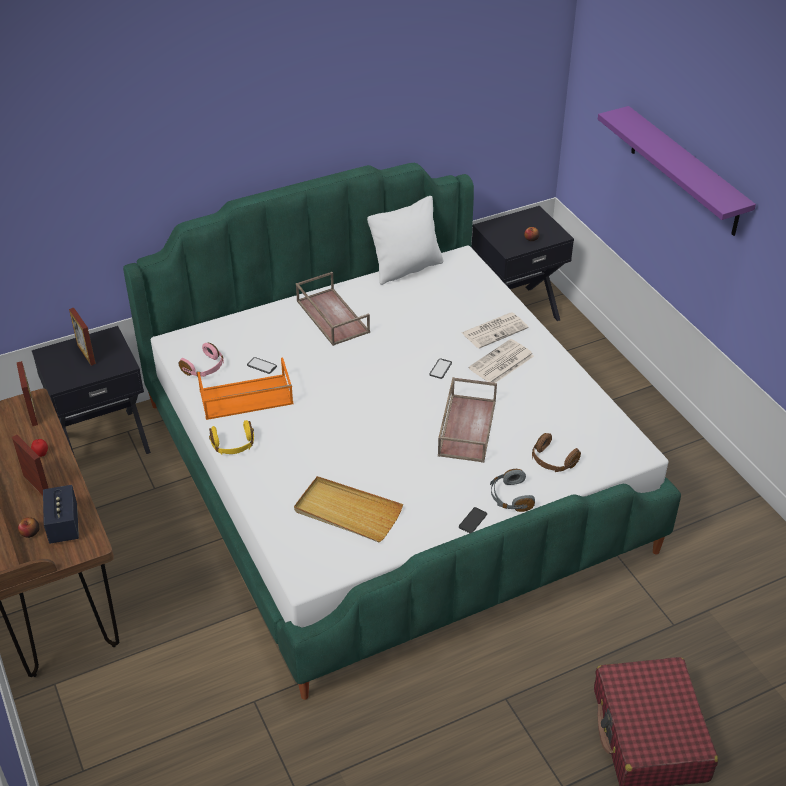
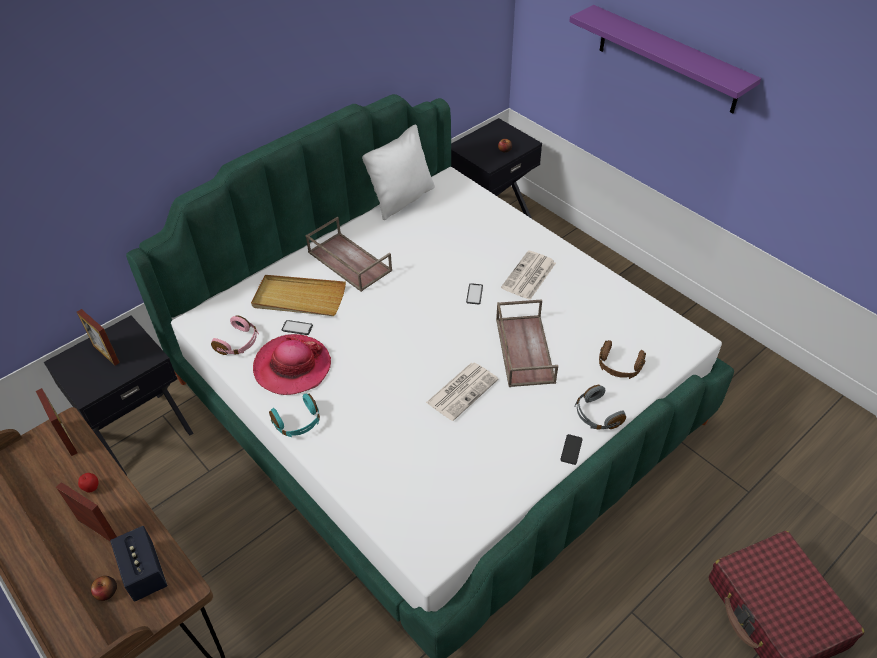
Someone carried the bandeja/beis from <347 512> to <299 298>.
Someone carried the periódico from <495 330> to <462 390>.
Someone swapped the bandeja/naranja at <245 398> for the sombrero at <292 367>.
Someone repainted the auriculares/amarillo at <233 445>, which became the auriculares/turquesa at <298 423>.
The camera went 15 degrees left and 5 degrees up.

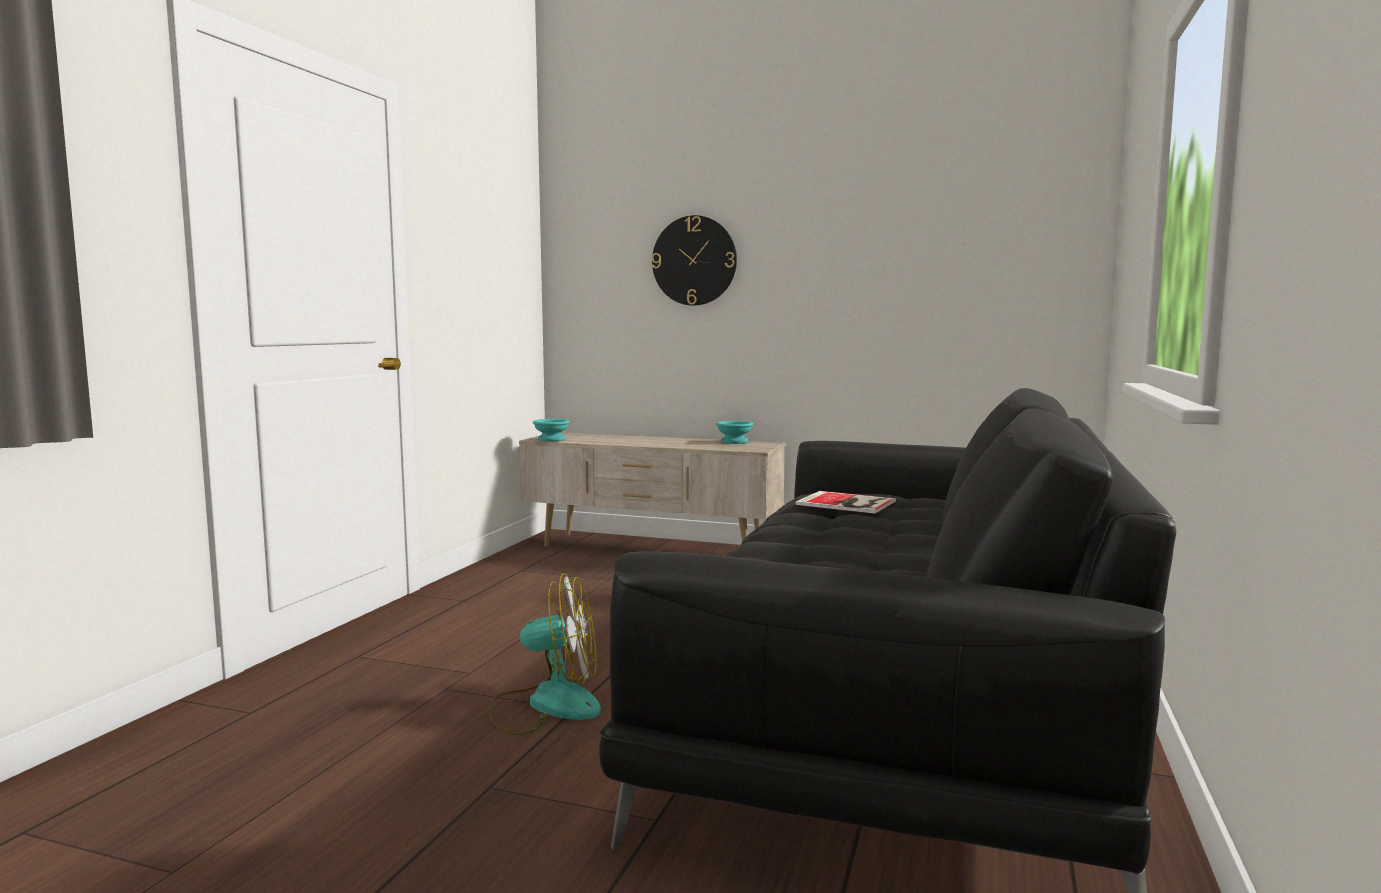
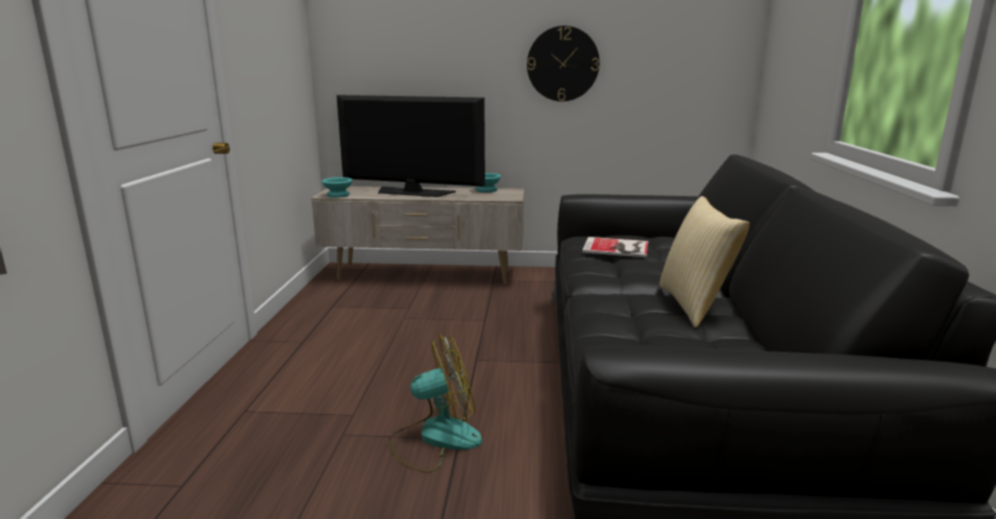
Someone put down the televisor at <413 192>.
Someone put down the cojín at <695 305>.
Someone carried the reloj de pared from <694 261> to <562 64>.
The camera went 15 degrees left and 10 degrees up.

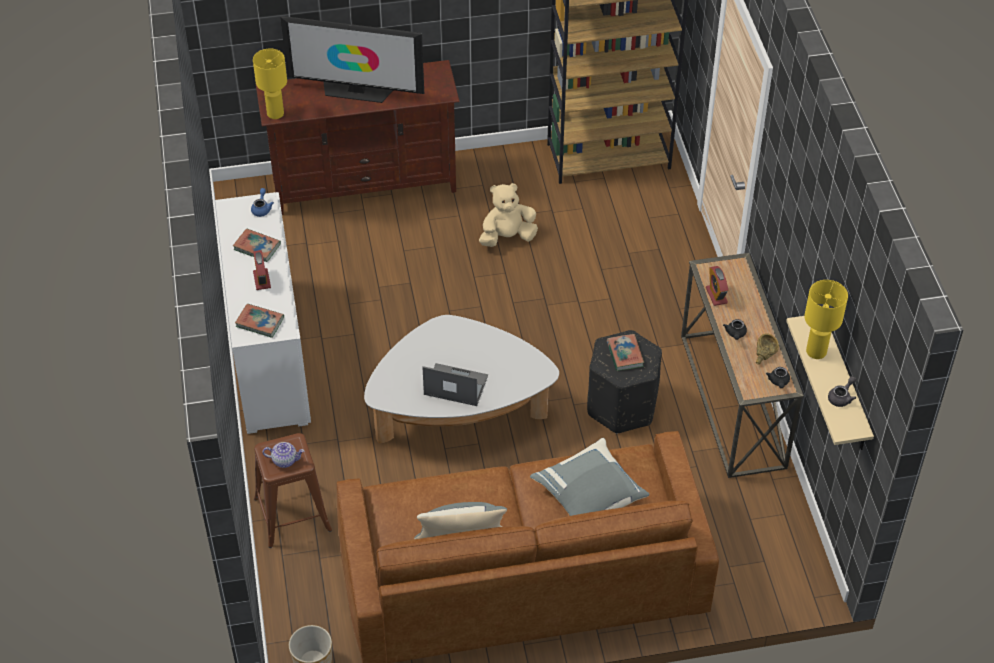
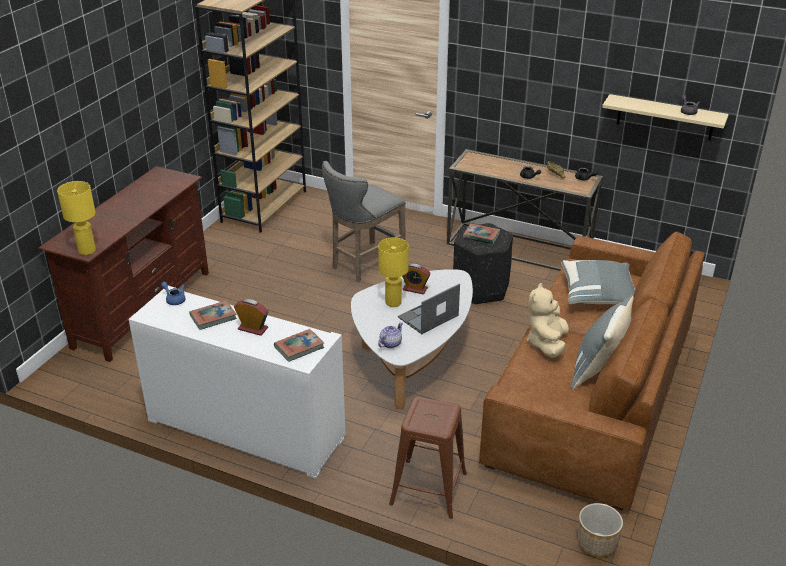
Someone took away the televisor at <356 91>.
Someone put down the taburete/gris at <364 264>.
Someone carried the tetera from <285 460> to <390 343>.
Someone carried the peluche/beis from <507 237> to <547 344>.
Someone carried the despertador from <716 295> to <415 289>.
Someone carried the lámpara de mesa/amarillo from <816 351> to <392 302>.
The camera went 55 degrees left and 15 degrees down.

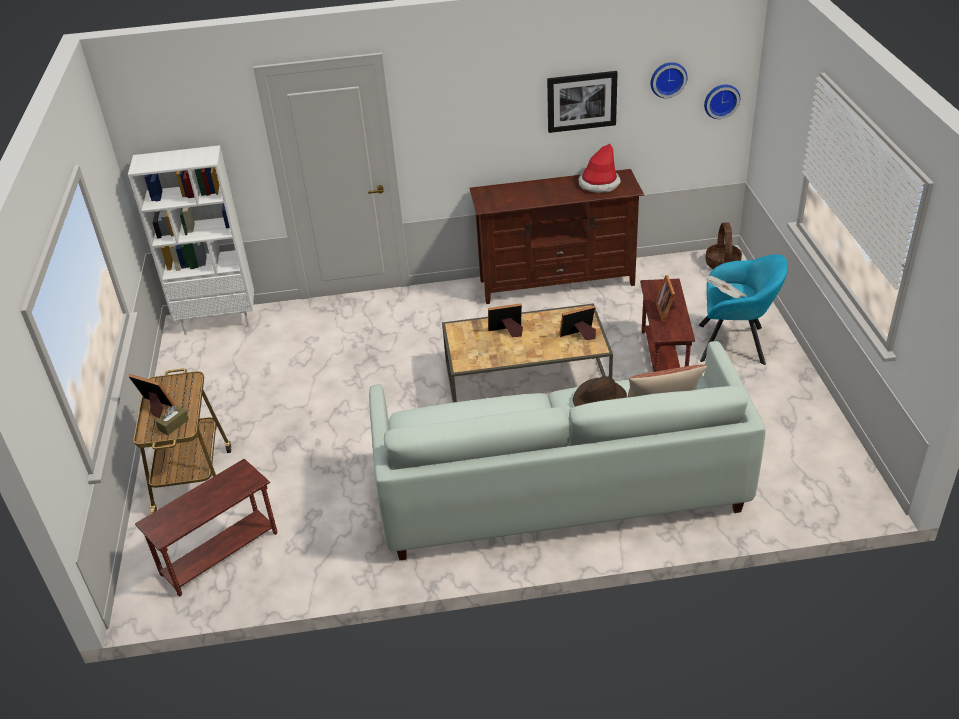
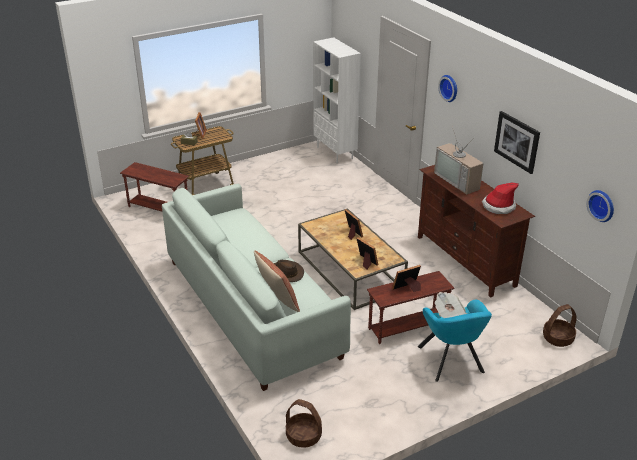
Someone put down the cesta at <303 436>.
Someone put down the televisor at <459 180>.
Someone carried the reloj de pared from <667 79> to <450 88>.
The camera went 65 degrees right and 5 degrees down.

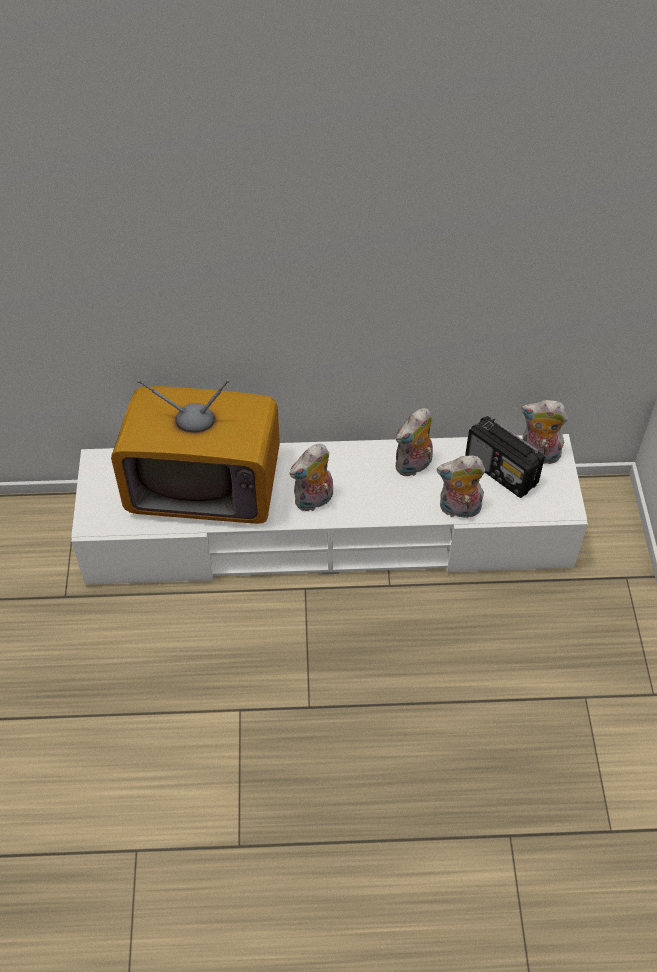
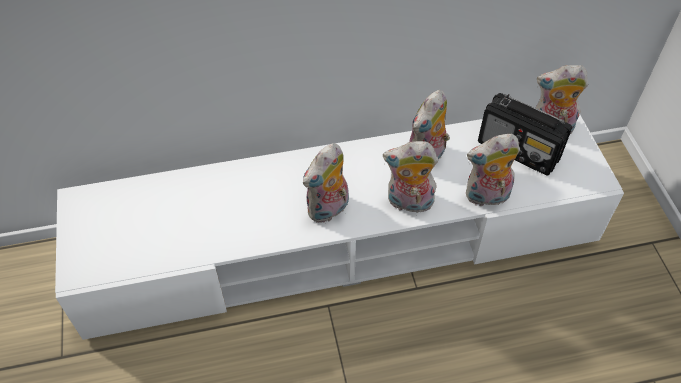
Someone took away the televisor at <204 486>.
Someone put down the peluche at <408 203>.
The camera went 10 degrees left and 0 degrees up.

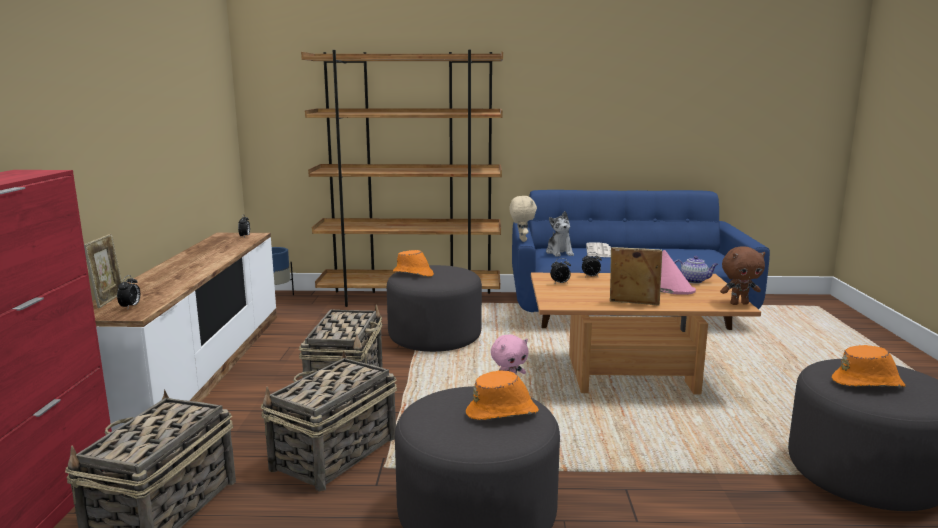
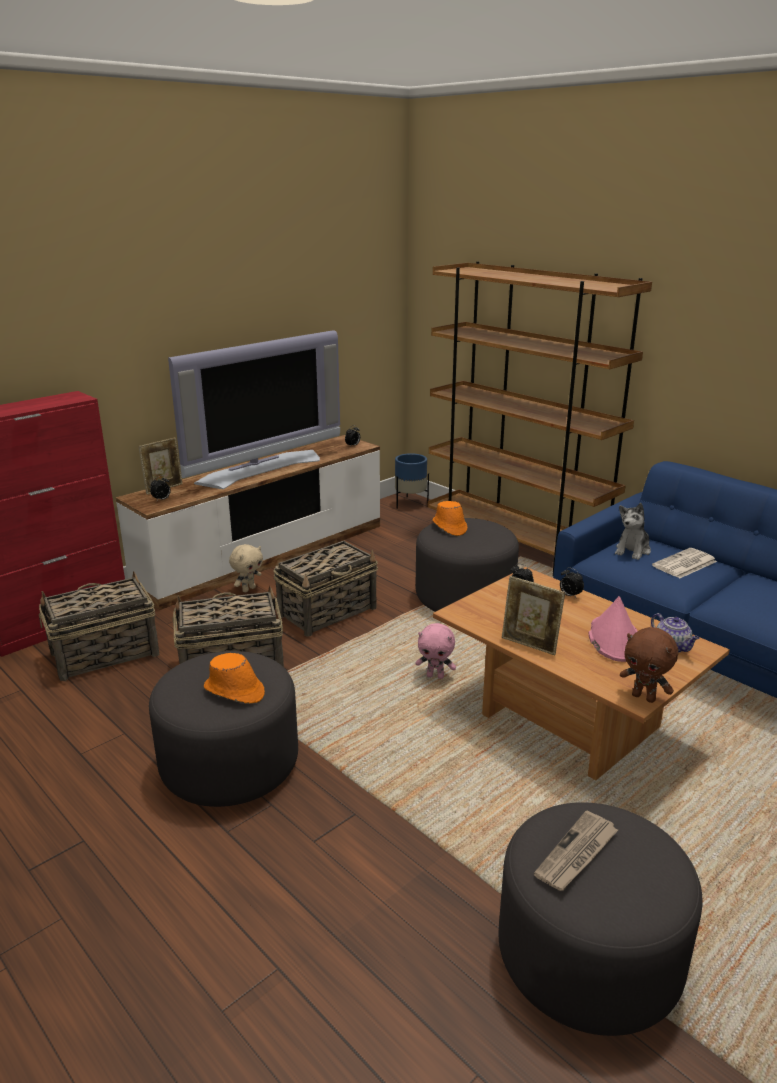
Someone put down the televisor at <261 468>.
Someone carried the peluche/beis from <521 240> to <248 589>.
Someone swapped the sombrero/naranja at <868 384> for the periódico at <577 854>.
Someone rotated the portarretratos at <633 304> by 150 degrees clockwise.
The camera went 45 degrees right and 10 degrees up.

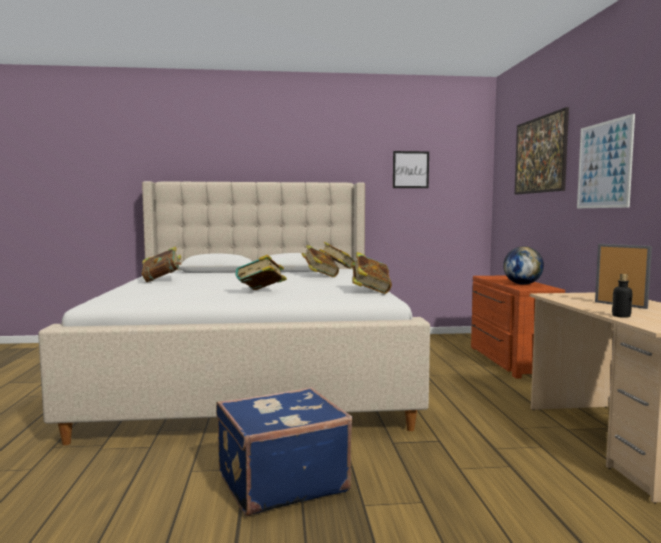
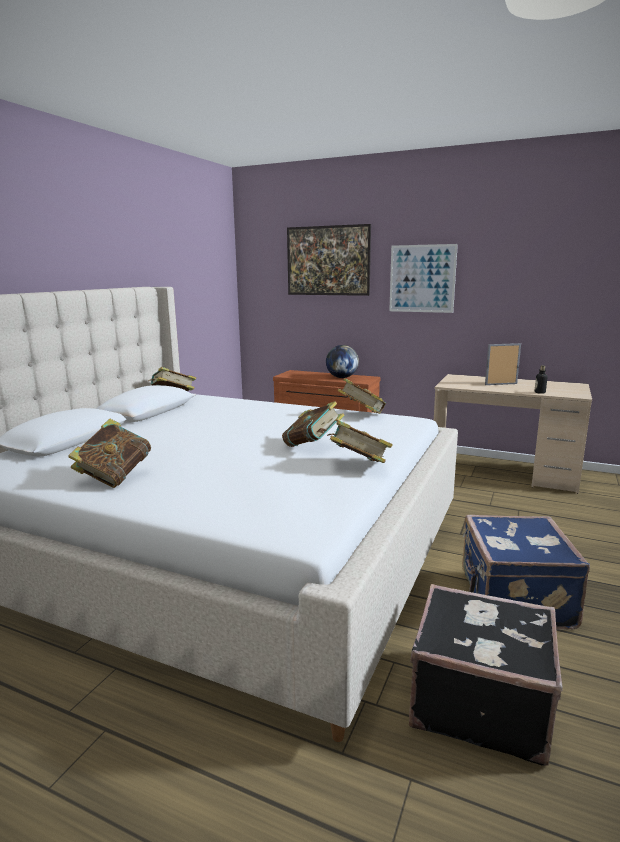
Someone took away the cuadro at <410 169>.
Someone put down the maleta/negro at <478 701>.
Someone carried the libro from <320 276> to <358 466>.
The camera went 60 degrees left and 10 degrees up.

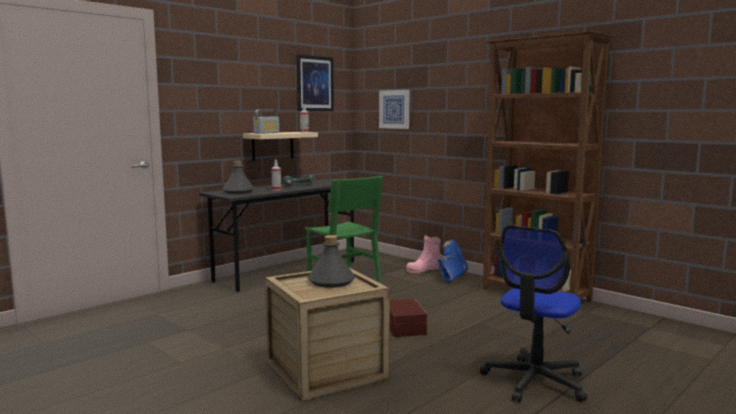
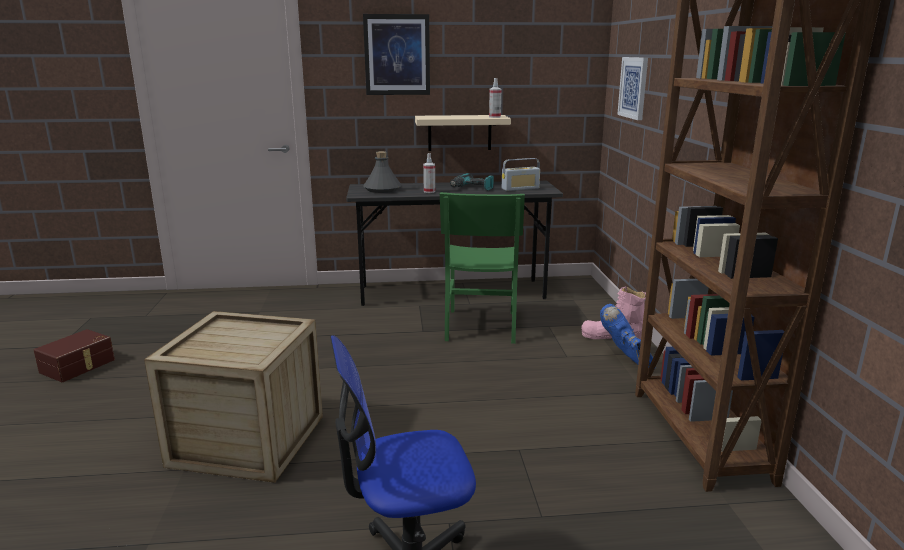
Someone took away the botella/gris at <331 281>.
Someone carried the radio from <266 133> to <520 188>.
Someone carried the cuadro from <314 84> to <397 55>.
Someone carried the caja de almacenaje/marrón from <406 327> to <78 366>.
Someone rotated the bota/azul at <451 277> by 90 degrees counterclockwise.
The camera went 40 degrees right and 10 degrees up.

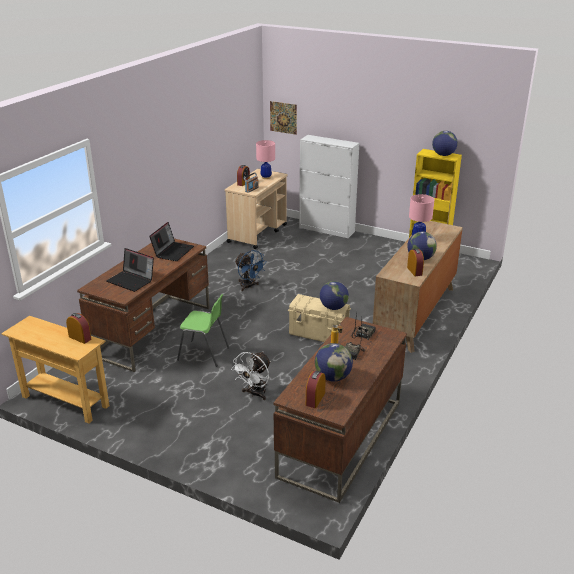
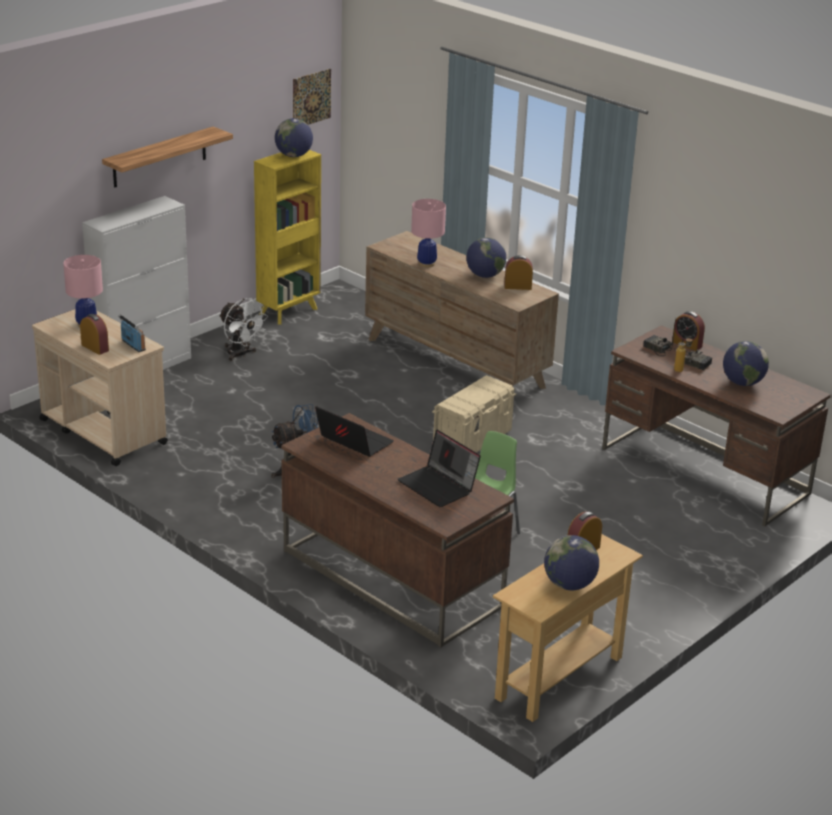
Someone put up the estante at <159 157>.
Someone carried the ventilador/blanco from <254 394> to <241 355>.
Someone carried the cuadro from <283 117> to <311 98>.
Someone carried the despertador from <315 399> to <687 344>.
Someone carried the globo terráqueo from <333 307> to <569 585>.
Someone rotated the portátil at <132 280> by 90 degrees clockwise.
The camera went 75 degrees left and 0 degrees up.

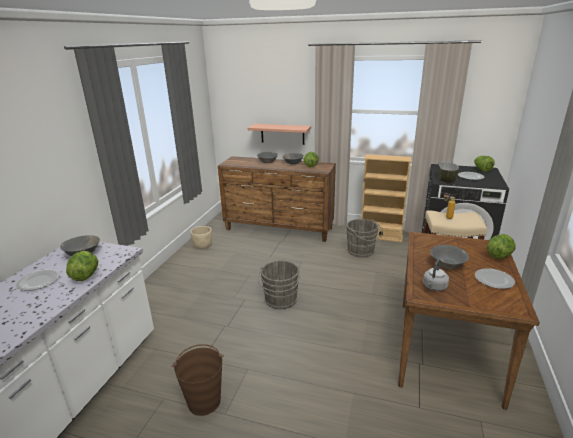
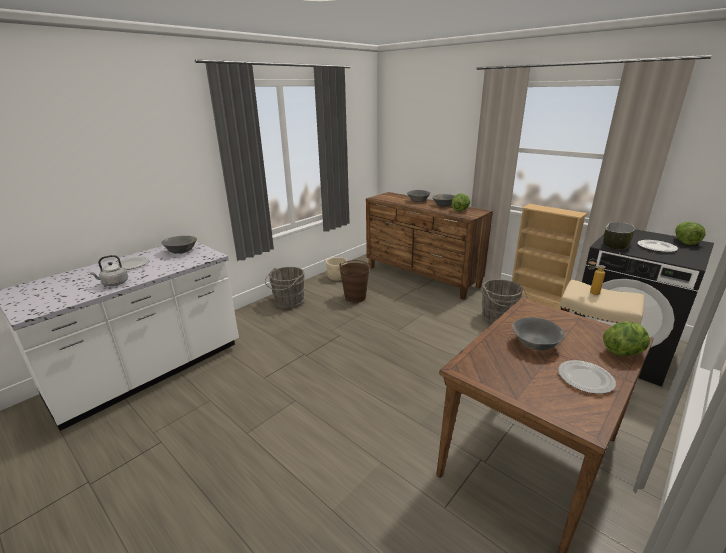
Someone took away the lechuga at <86 276>.
Someone took away the estante at <282 134>.
Someone carried the cubo/marrón from <204 401> to <355 297>.
Someone carried the cubo/gris from <280 301> to <288 302>.
Someone carried the hervidor/gris from <434 287> to <114 283>.
The camera went 25 degrees right and 0 degrees up.

